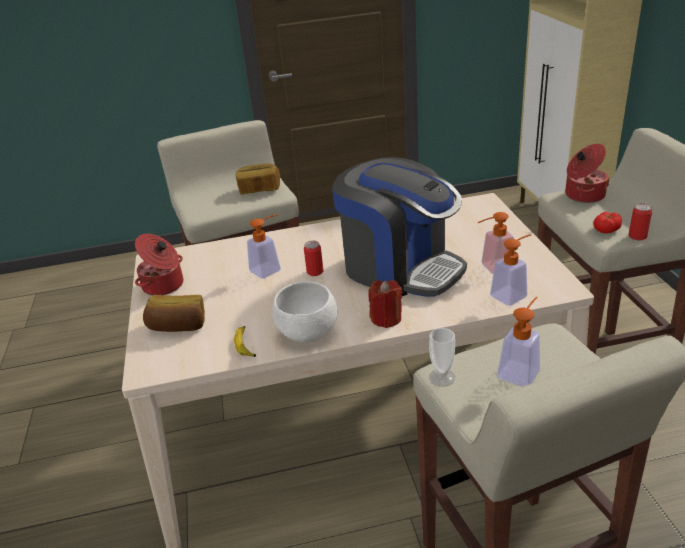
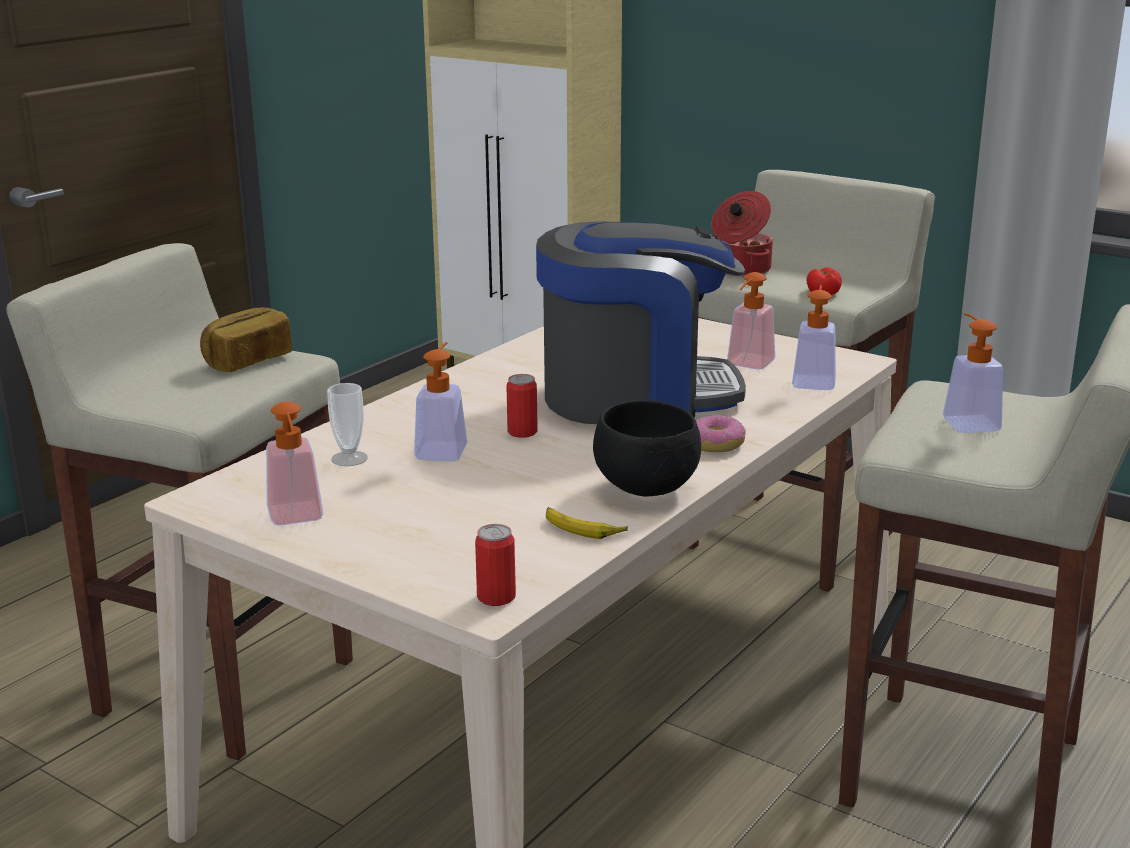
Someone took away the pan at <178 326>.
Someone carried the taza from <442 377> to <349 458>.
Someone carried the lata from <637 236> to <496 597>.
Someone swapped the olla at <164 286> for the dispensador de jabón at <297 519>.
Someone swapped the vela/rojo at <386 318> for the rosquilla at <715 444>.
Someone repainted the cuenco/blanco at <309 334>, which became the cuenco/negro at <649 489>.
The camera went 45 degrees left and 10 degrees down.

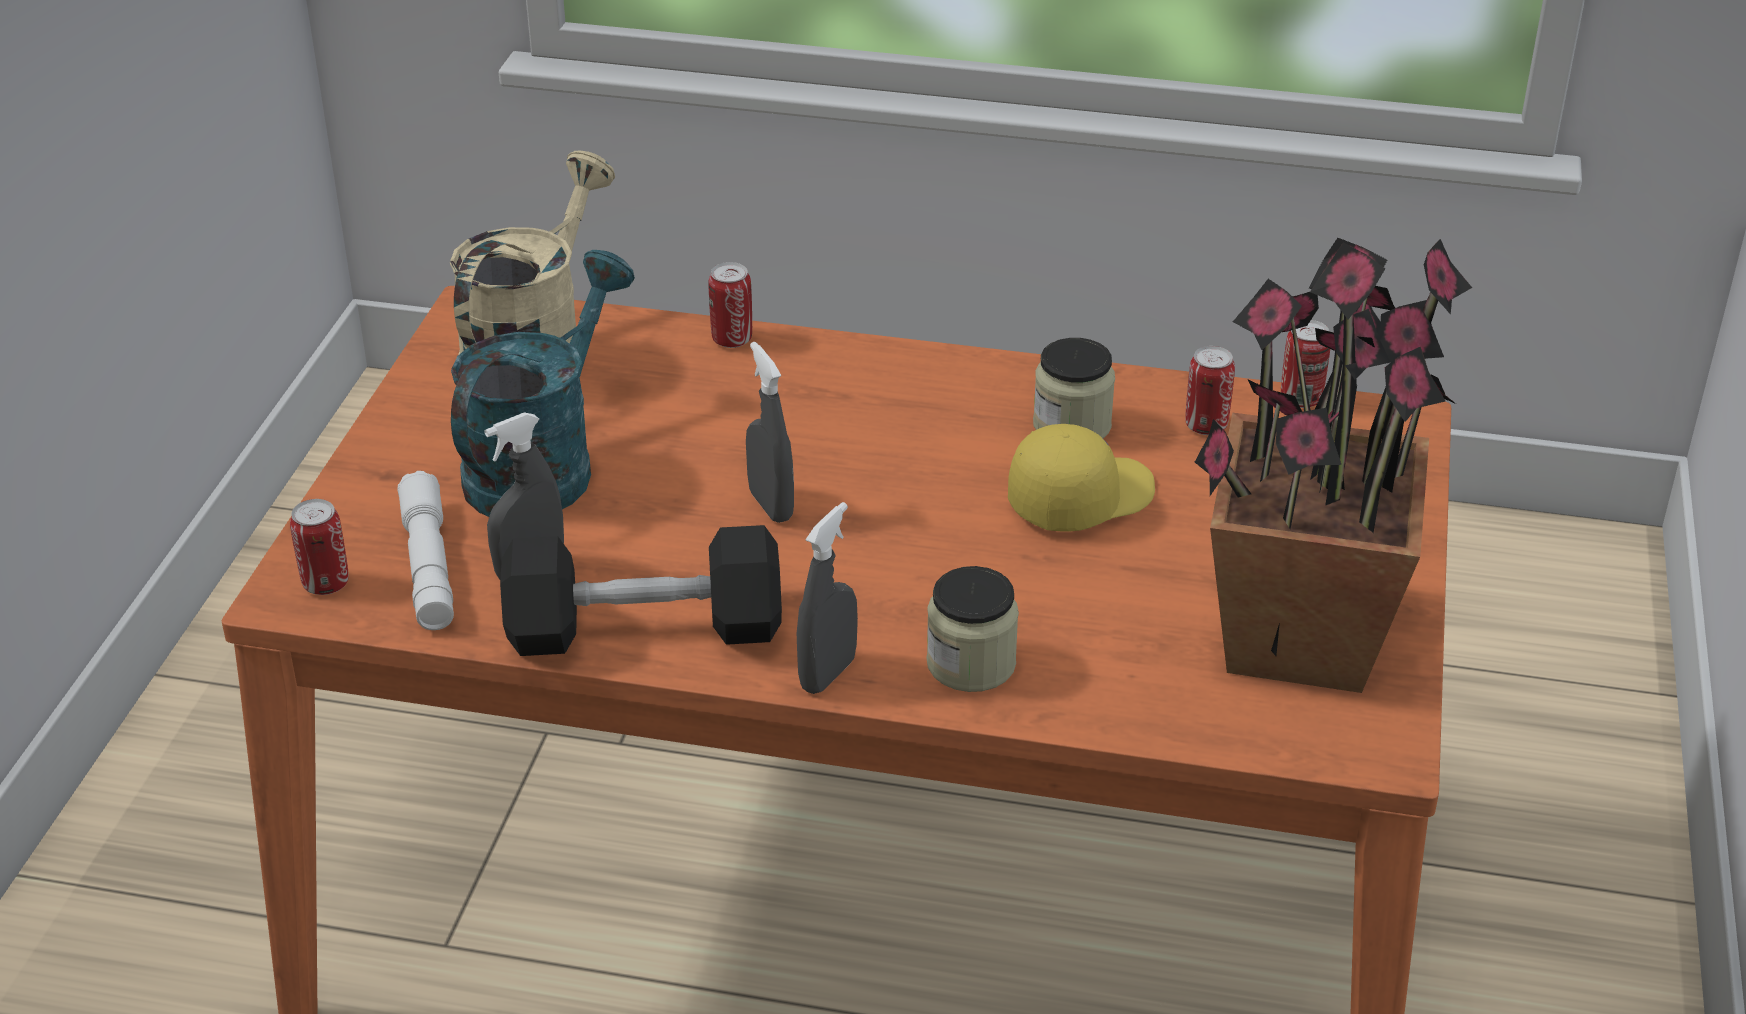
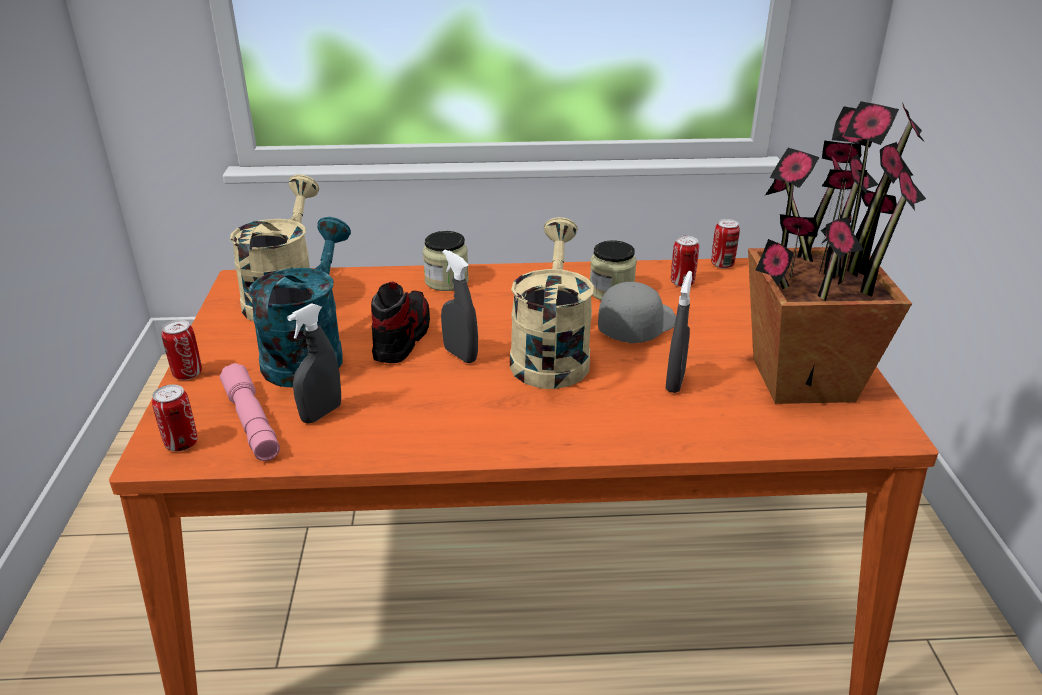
Someone took away the mancuerna/negro at <645 630>.
Someone put down the zapato at <402 337>.
Someone put down the regadera/beis at <550 354>.
Someone carried the lata from <732 339> to <187 374>.
Someone carried the pulverizador/gris from <828 674> to <675 382>.
Someone carried the tarro from <971 664> to <446 281>.
Someone repainted the linterna/blanco at <429 566>, which became the linterna/rosa at <251 422>.
Someone repainted the gorra/amarillo at <1079 498>, which became the gorra/gris at <636 326>.
The camera went 15 degrees left and 5 degrees down.

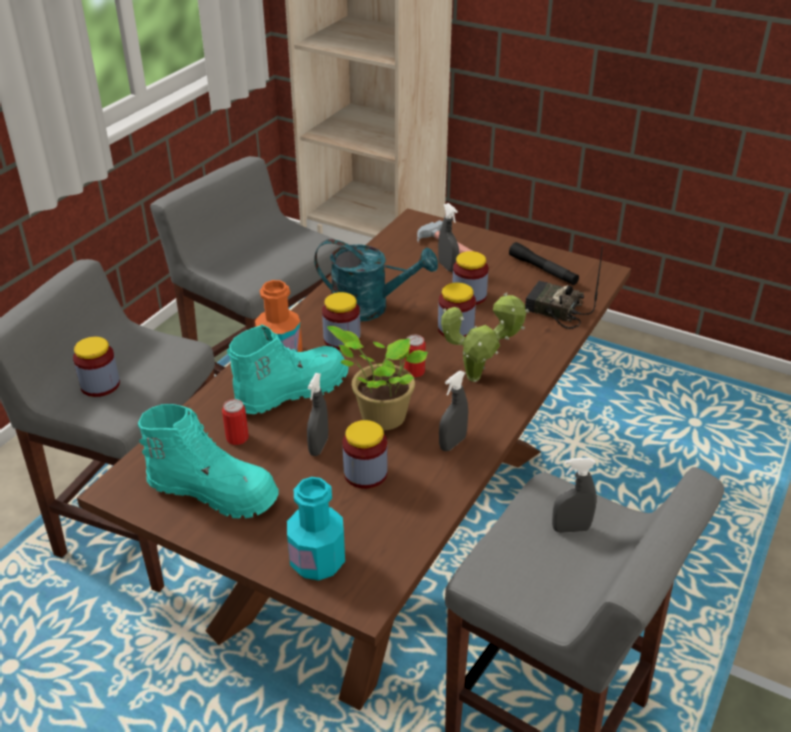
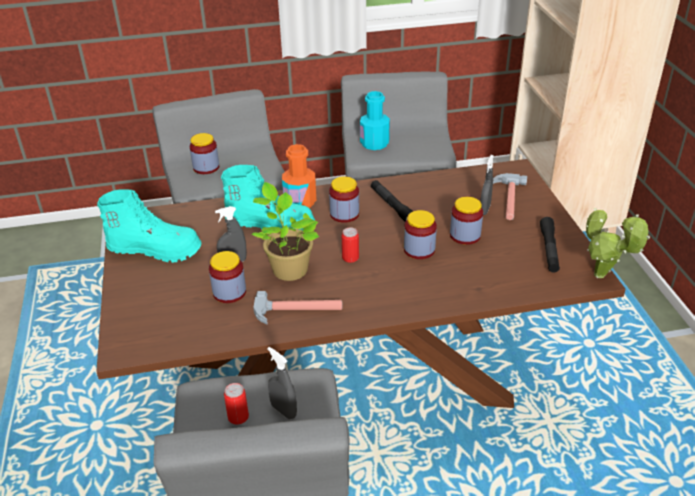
Someone took away the radio at <554 311>.
Someone carried the lata from <237 438> to <238 417>.
Someone carried the botella/turquesa from <317 561> to <374 143>.
Someone carried the planta en maceta from <479 377> to <603 277>.
Someone swapped the regadera/turquesa at <370 308> for the linterna/negro at <392 206>.
Someone swapped the pulverizador/gris at <452 443> for the martillo at <298 311>.
Someone rotated the bota/turquesa at <214 492> by 60 degrees counterclockwise.
The camera went 50 degrees right and 0 degrees up.

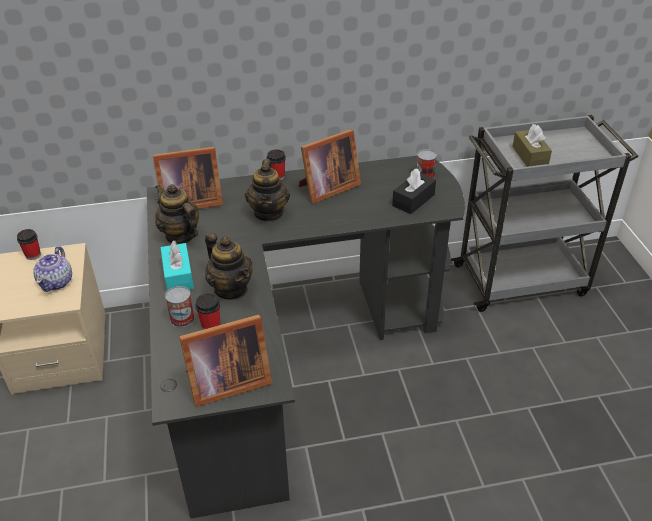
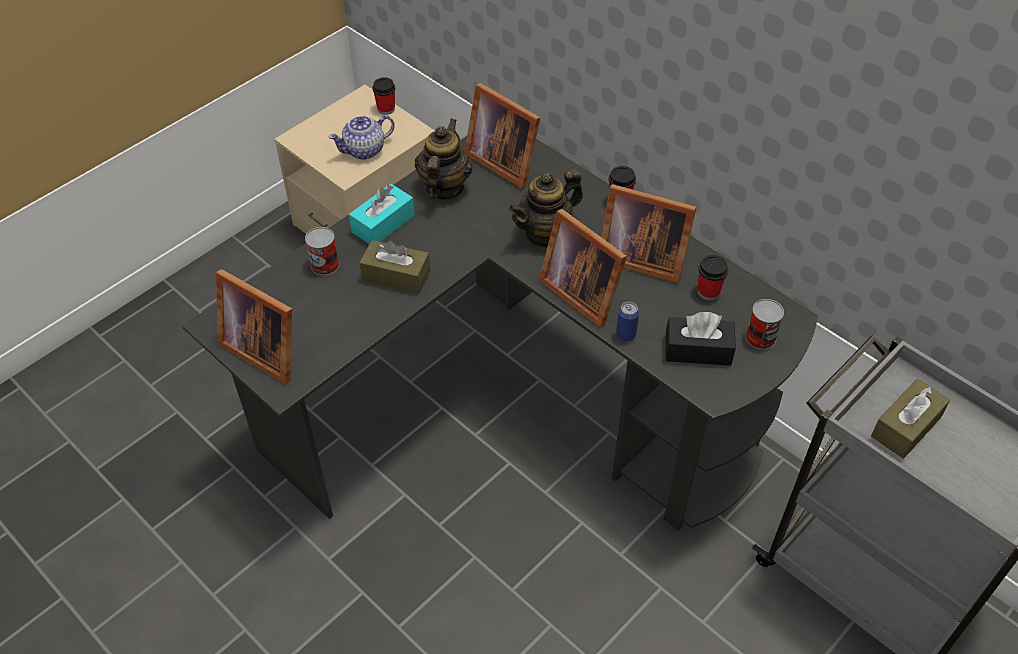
Someone put down the portarretratos at <581 291>.
Someone put down the lata at <626 335>.
Someone carried the taza from <210 325> to <708 292>.
Someone swapped the tetera at <231 289> for the caja de pañuelos/marrón at <396 275>.
The camera went 55 degrees right and 10 degrees up.

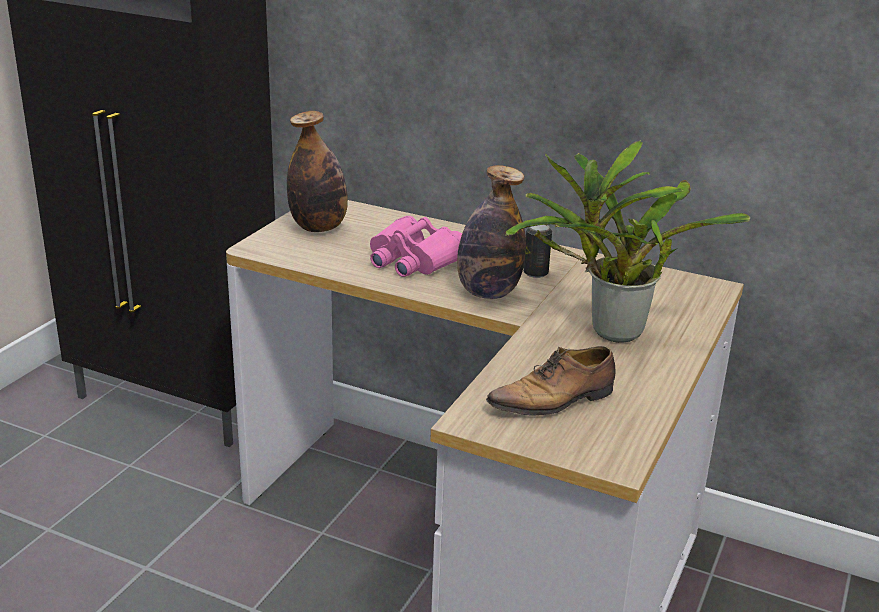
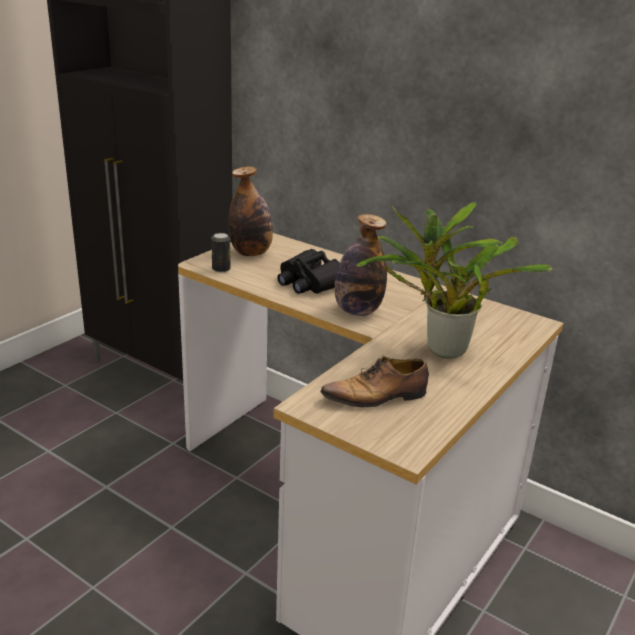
Someone carried the lata from <535 273> to <221 269>.
Someone repainted the prismáticos/rosa at <413 260>, which became the prismáticos/negro at <311 282>.
The camera went 10 degrees right and 0 degrees up.

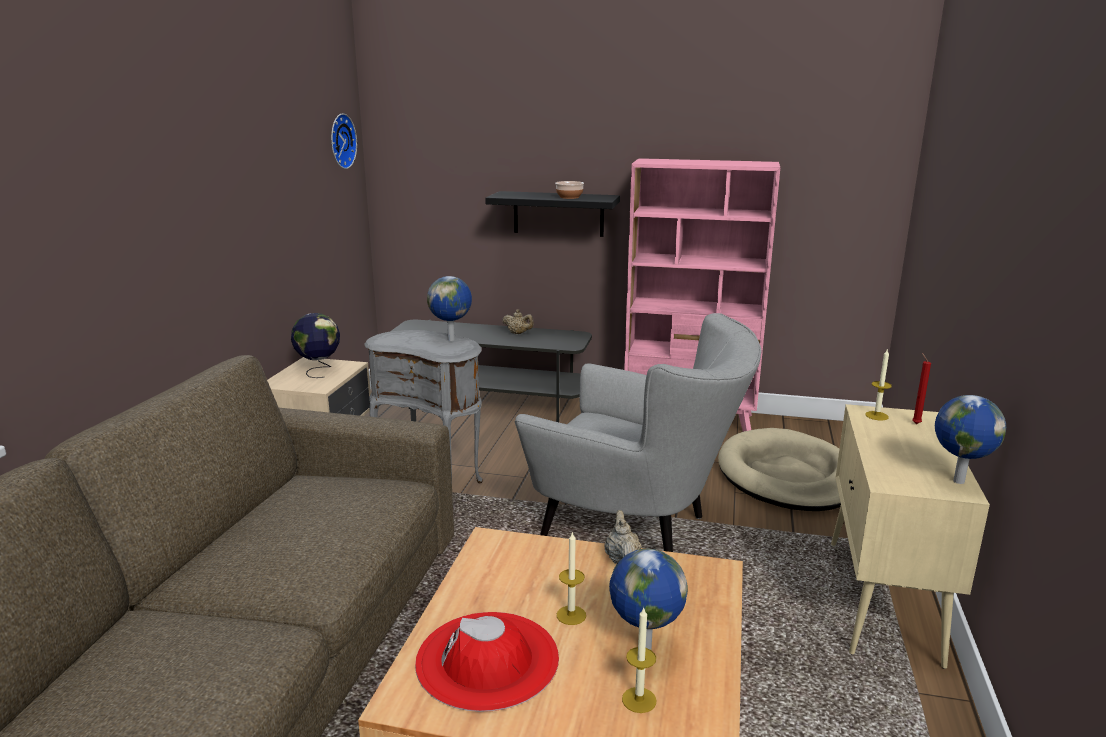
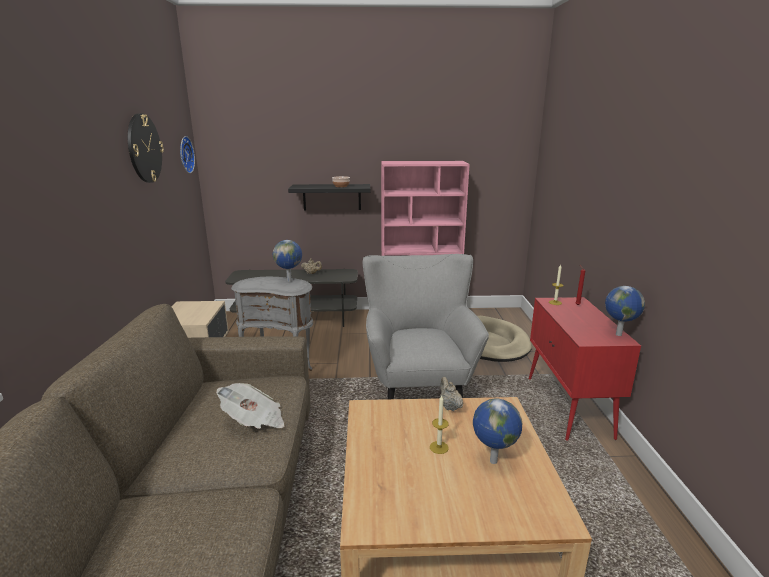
Someone took away the globo terráqueo at <319 371>.
Someone took away the sombrero/rojo at <487 660>.
Someone took away the vela at <639 700>.
Someone put up the reloj de pared at <144 148>.
Someone put down the periódico at <254 421>.
Someone repainted the armario/beis at <882 601>, which became the armario/rojo at <568 407>.
Someone rotated the sillón/gris at <636 528> by 105 degrees counterclockwise.
The camera went 15 degrees left and 0 degrees up.

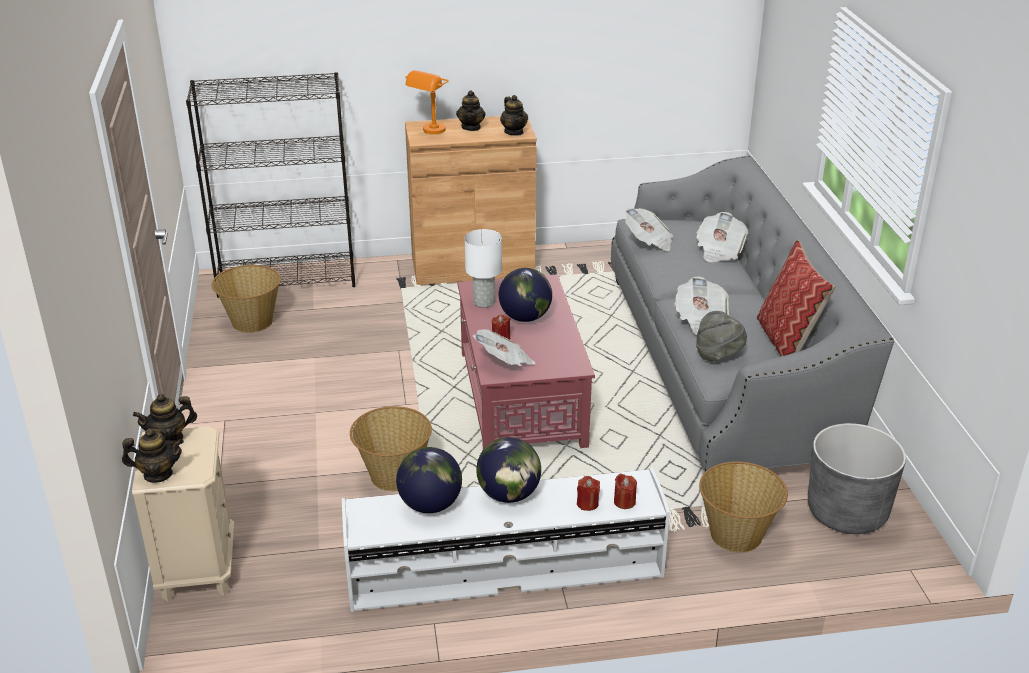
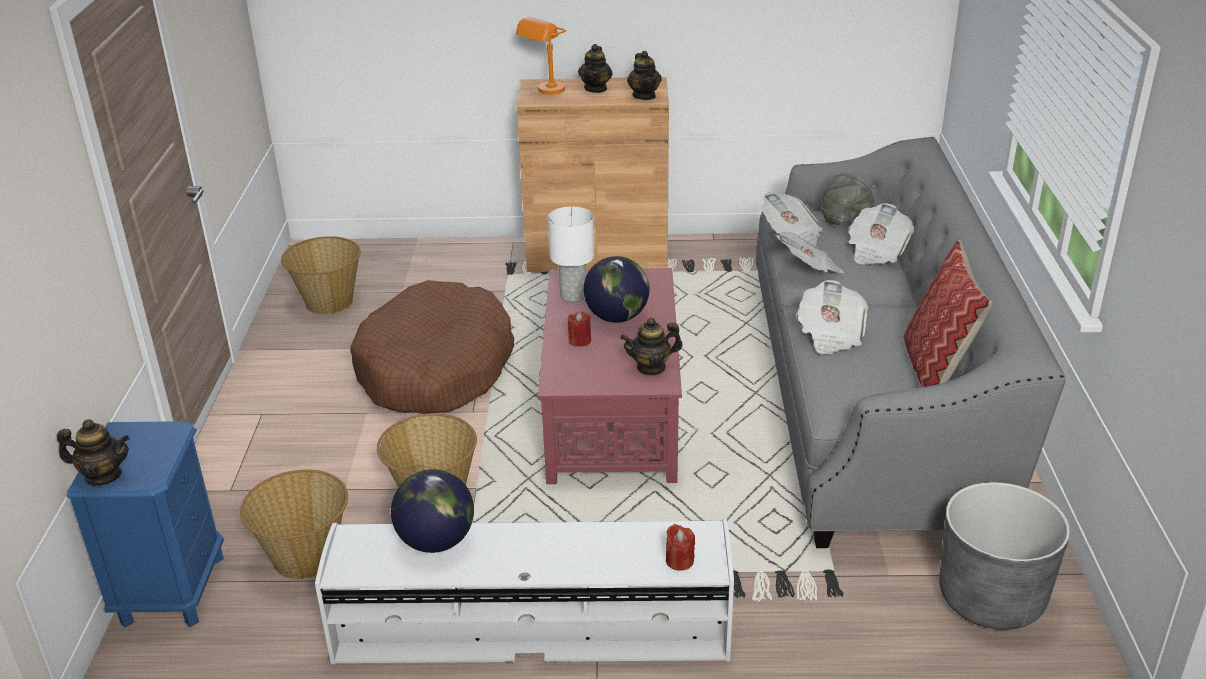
Someone took away the estantería/negro at <287 279>.
Someone took away the globo terráqueo at <509 495>.
Someone took away the vela/rojo at <587 503>.
Someone put down the cama para perro/marrón at <435 369>.
Someone carried the tetera from <169 439> to <651 367>.
Someone carried the periódico from <504 362> to <809 269>.
Someone carried the sombrero/gris from <718 355> to <845 221>.
Someone carried the cesta from <737 535> to <305 558>.
Someone repainted the mesita de noche/beis at <197 568>, which became the mesita de noche/azul at <172 589>.
The camera went 10 degrees right and 0 degrees up.

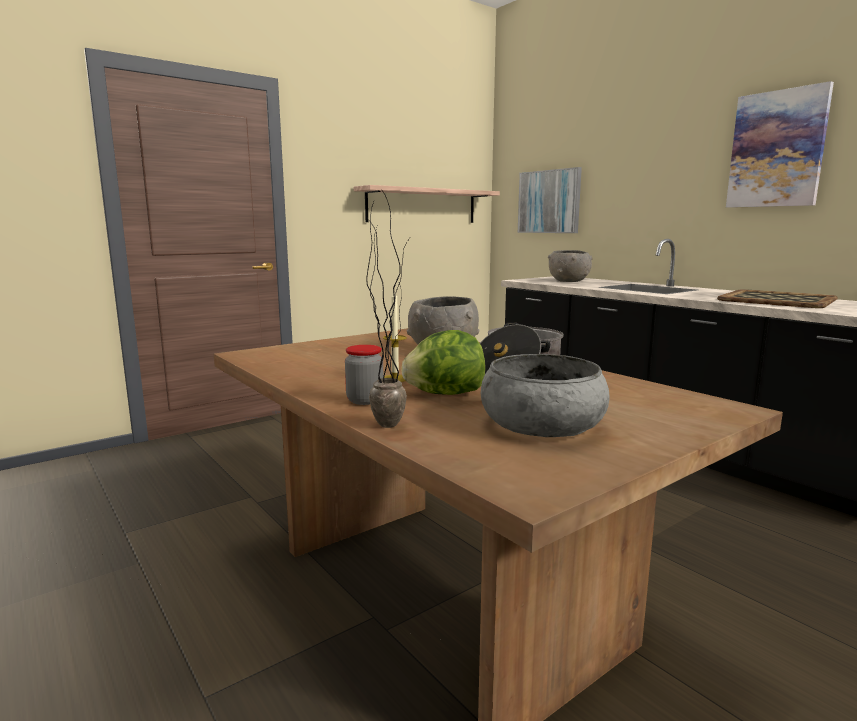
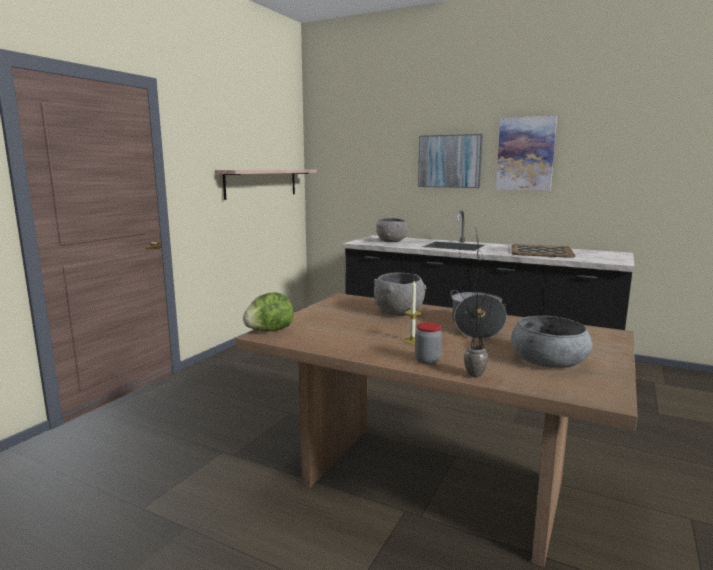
Someone carried the lechuga from <445 394> to <269 331>.
Someone carried the cuadro from <549 202> to <449 161>.
The camera went 25 degrees left and 0 degrees up.

